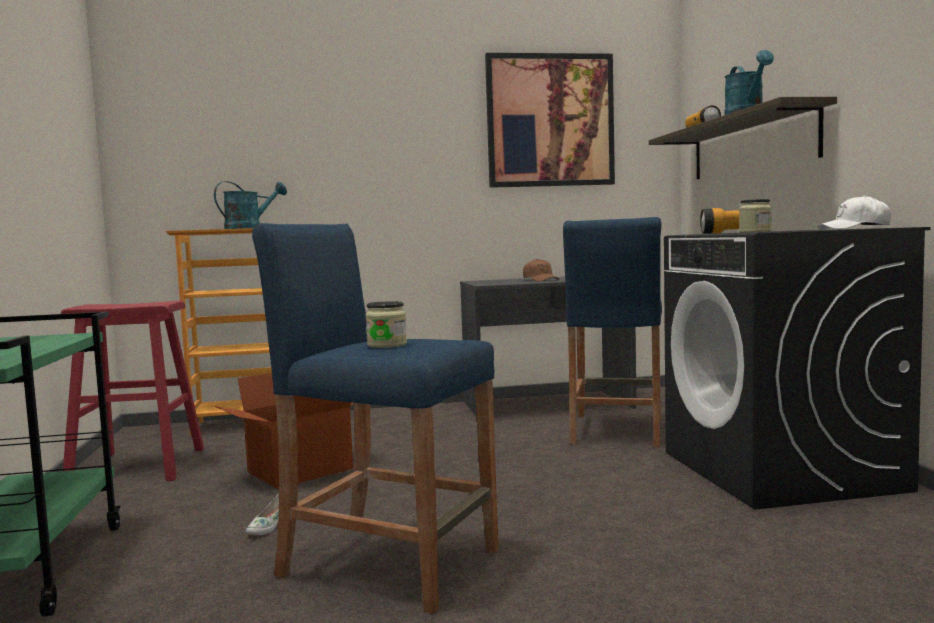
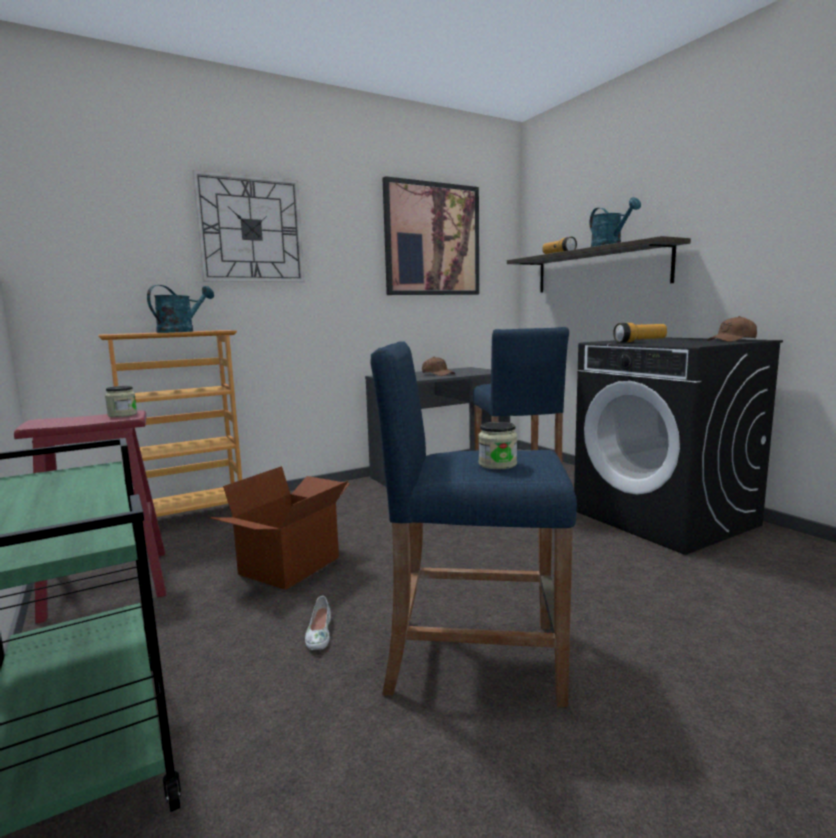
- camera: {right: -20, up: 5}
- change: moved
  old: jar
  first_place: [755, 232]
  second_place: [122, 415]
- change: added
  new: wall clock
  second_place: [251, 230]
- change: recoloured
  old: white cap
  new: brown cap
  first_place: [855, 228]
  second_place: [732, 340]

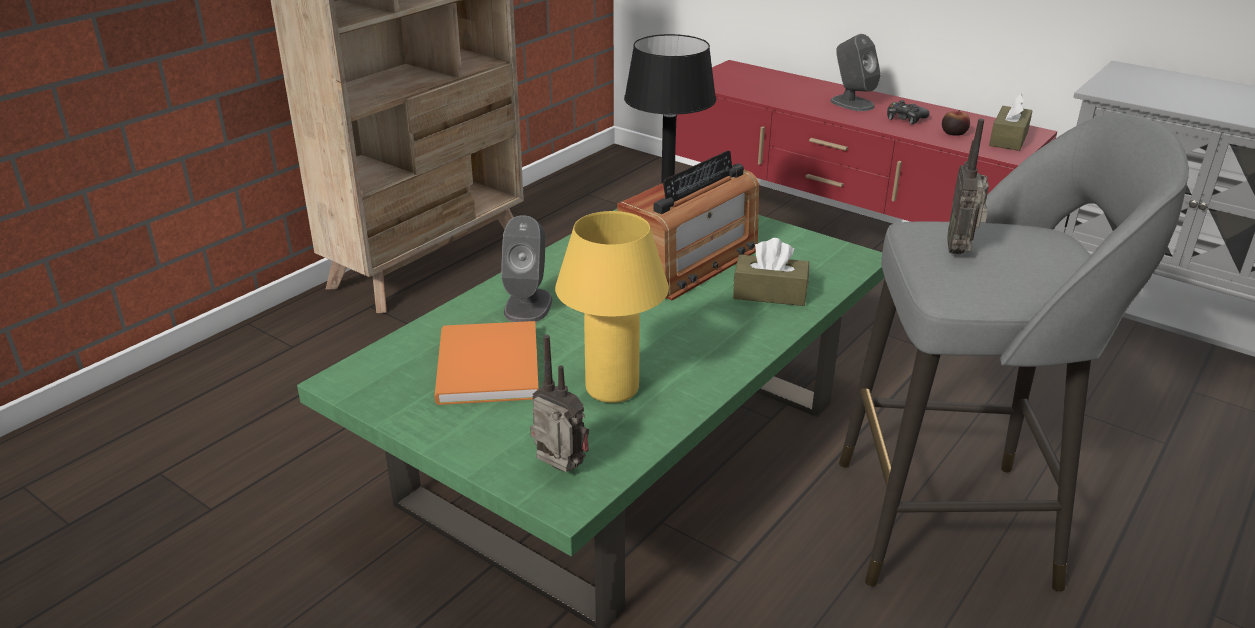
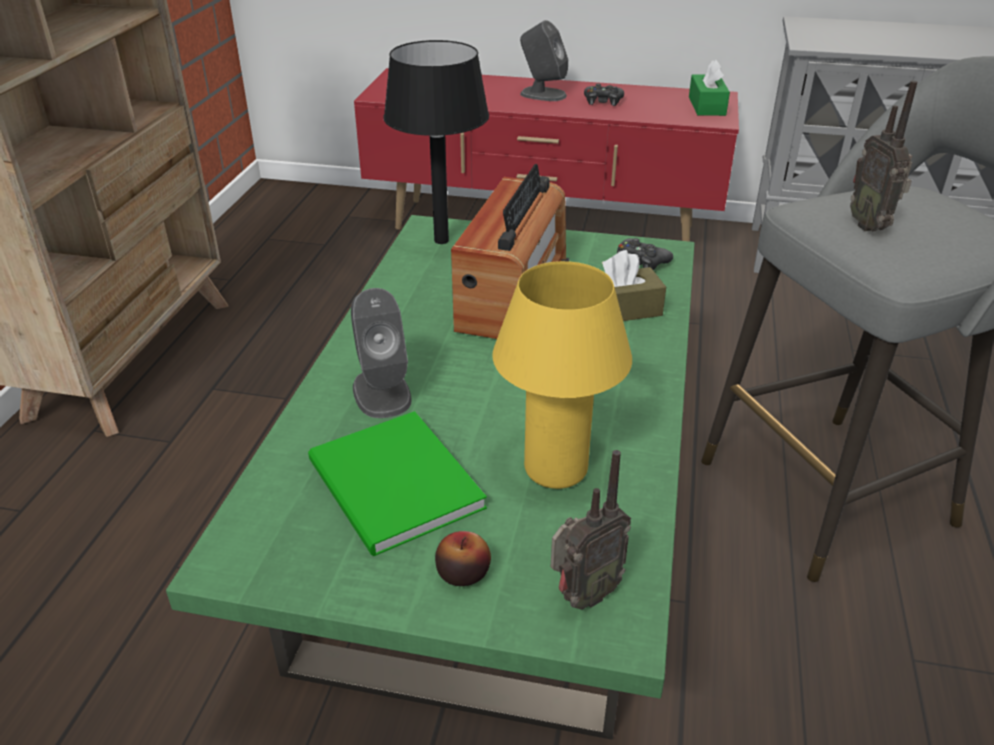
- camera: {right: -25, up: 5}
- change: recoloured
  old: orange book
  new: green book
  first_place: [484, 368]
  second_place: [393, 488]
- change: moved
  old: apple
  first_place: [953, 133]
  second_place: [463, 573]
- change: turned
  old: radio
  first_place: [558, 471]
  second_place: [582, 596]
  degrees: 135
- change: added
  new: black game controller
  second_place: [641, 262]
- change: recoloured
  old: brown tissue box
  new: green tissue box
  first_place: [1008, 139]
  second_place: [707, 106]

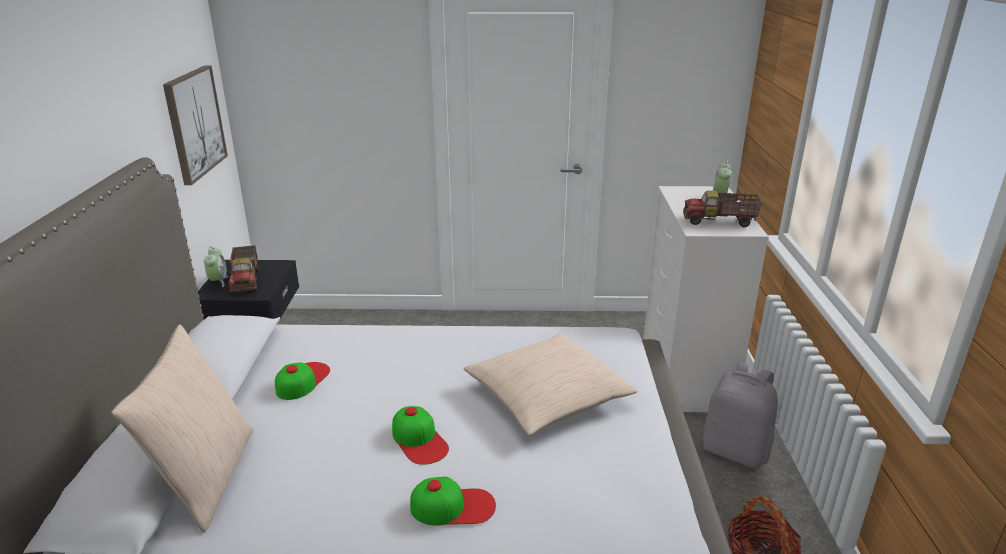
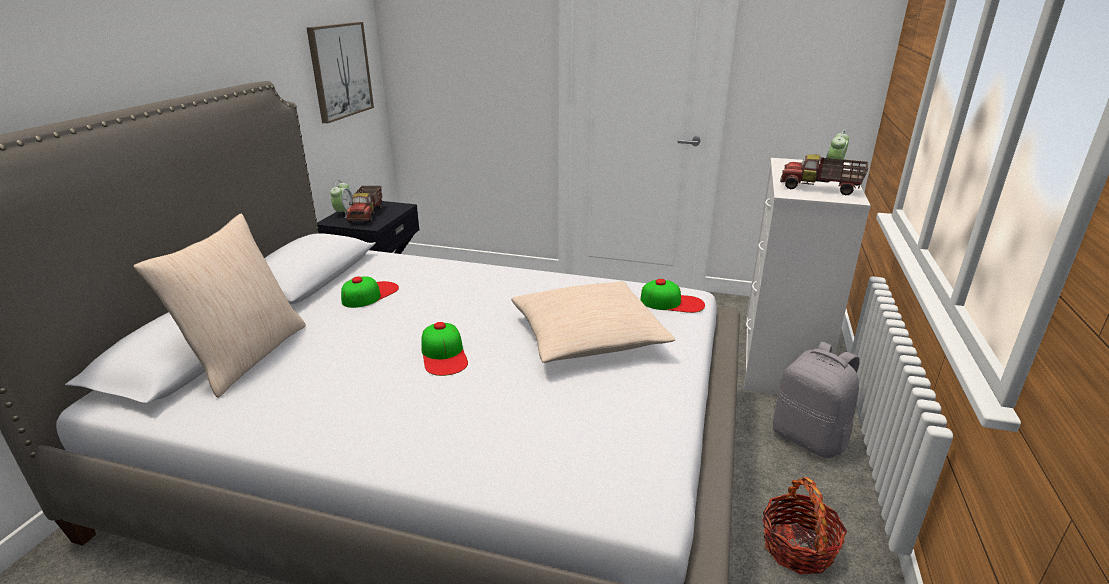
- camera: {right: 15, up: 0}
- change: moved
  old: cap
  first_place: [453, 506]
  second_place: [672, 302]

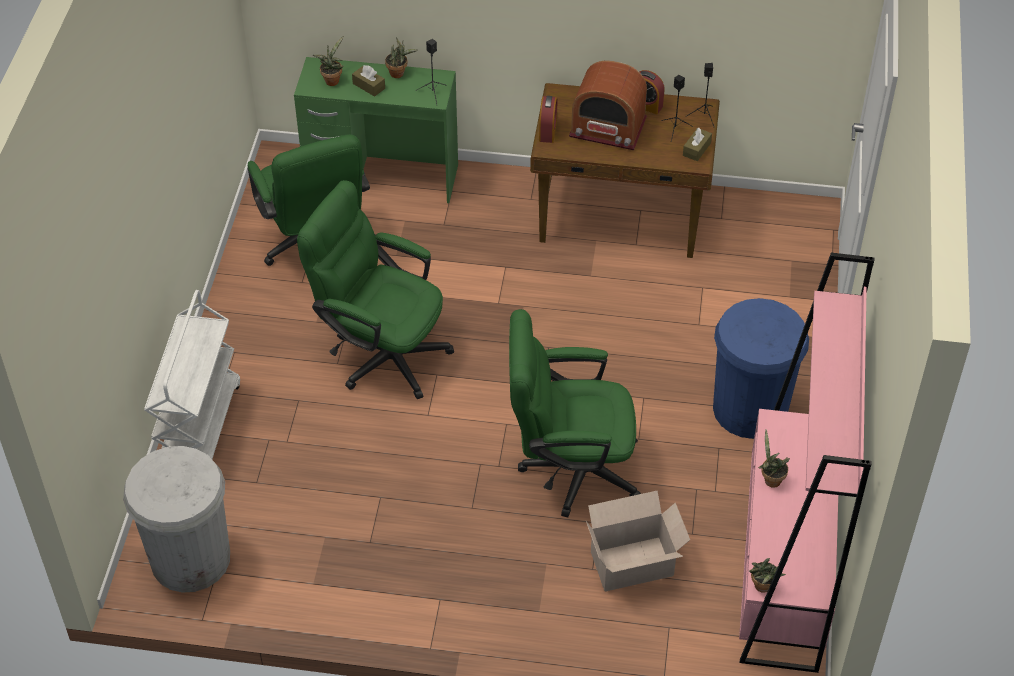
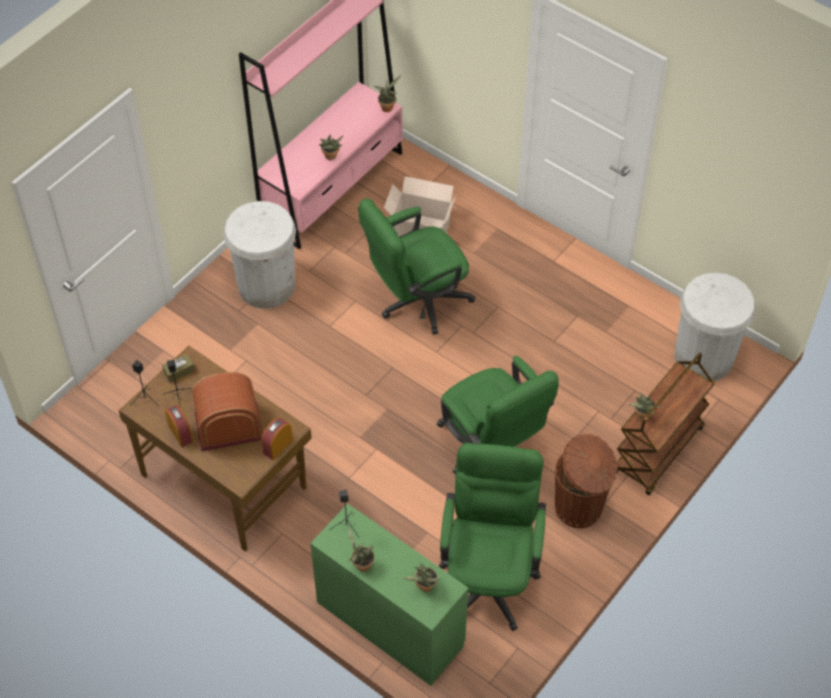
- camera: {right: -150, up: 5}
- change: turned
  old: radio
  first_place: [607, 127]
  second_place: [228, 425]
  degrees: -60
- change: recoloured
  old: blue trash can
  new: white trash can
  first_place: [750, 409]
  second_place: [266, 285]
- change: turned
  old: green office chair
  first_place: [569, 469]
  second_place: [416, 302]
  degrees: 120
- change: added
  new: brown trash can
  second_place: [580, 508]
- change: recoloured
  old: white cart
  new: brown cart
  first_place: [199, 427]
  second_place: [658, 451]
- change: added
  new: potted plant
  second_place: [642, 416]
- change: removed
  old: brown tissue box
  first_place: [369, 86]

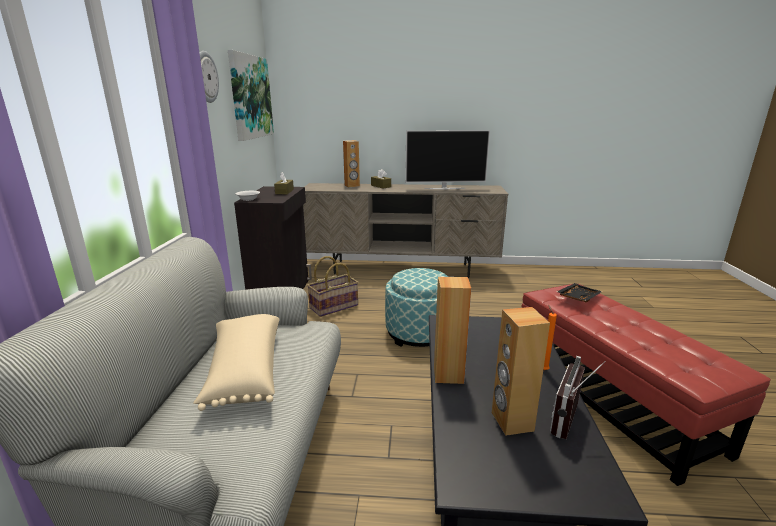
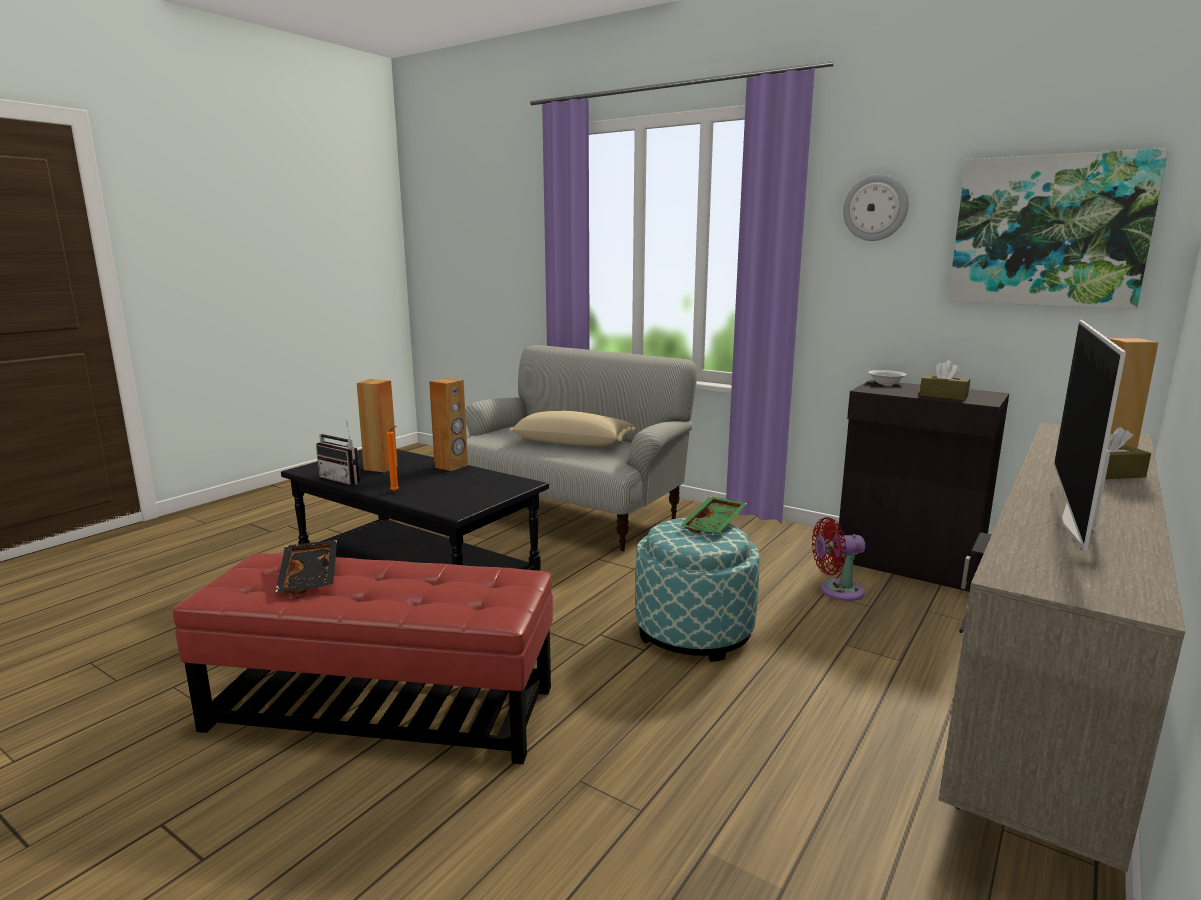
- camera: {right: 120, up: -5}
- change: moved
  old: black tray
  first_place: [577, 298]
  second_place: [311, 576]
- change: turned
  old: radio
  first_place: [572, 422]
  second_place: [345, 479]
  degrees: 150
- change: added
  new: green tray
  second_place: [715, 524]
- change: replaced
  old: basket
  new: red fan
  first_place: [333, 306]
  second_place: [837, 591]

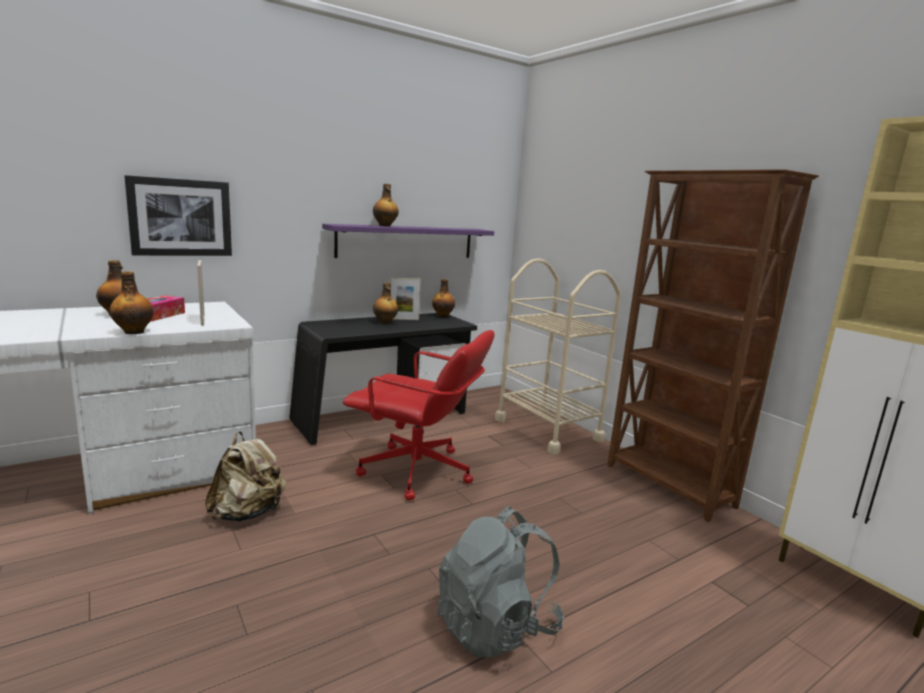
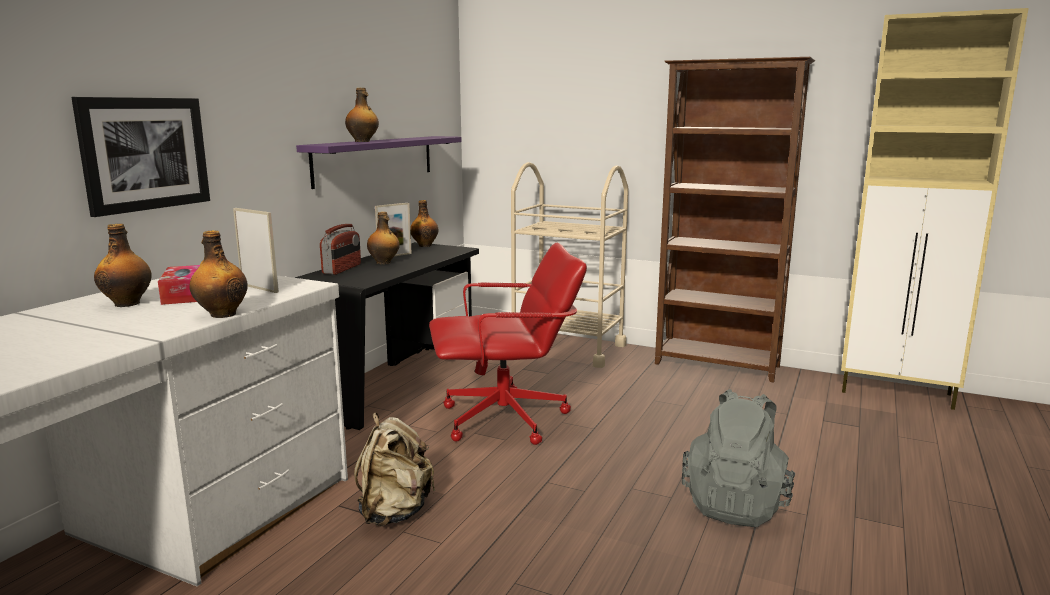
- camera: {right: -30, up: 0}
- change: added
  new: radio
  second_place: [342, 269]

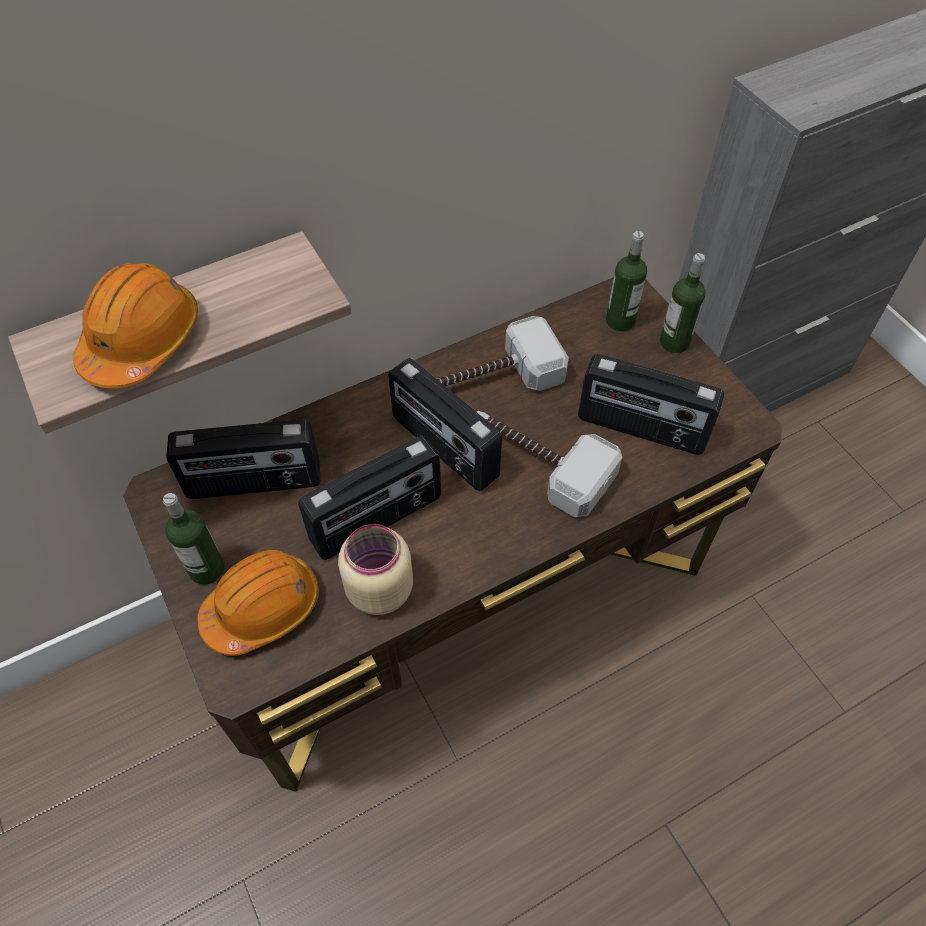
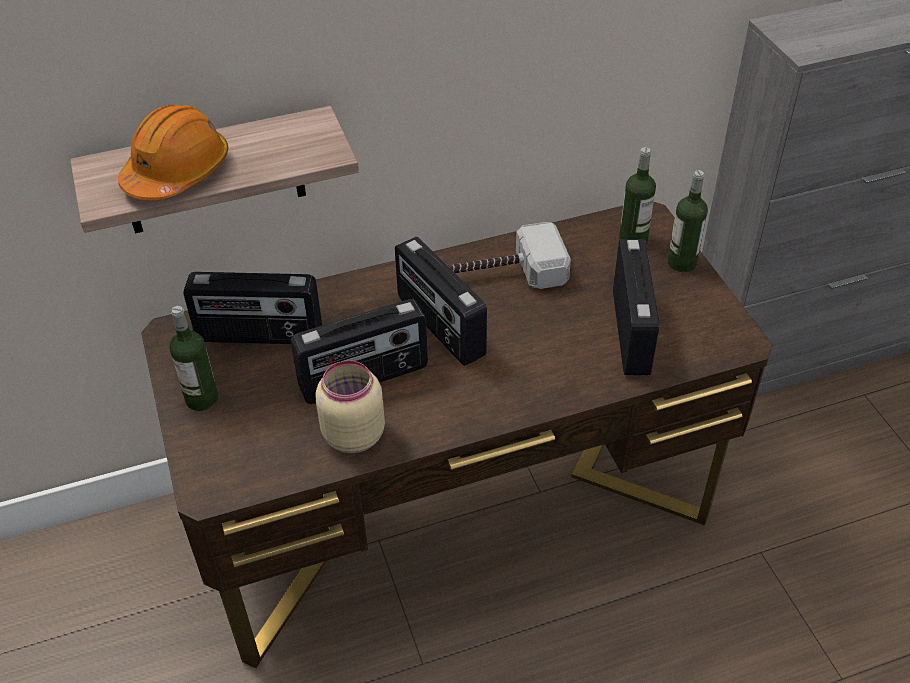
- camera: {right: 10, up: -10}
- change: turned
  old: radio
  first_place: [641, 429]
  second_place: [632, 332]
  degrees: -120
- change: removed
  old: orange hard hat
  first_place: [263, 608]
- change: removed
  old: hammer
  first_place: [538, 460]

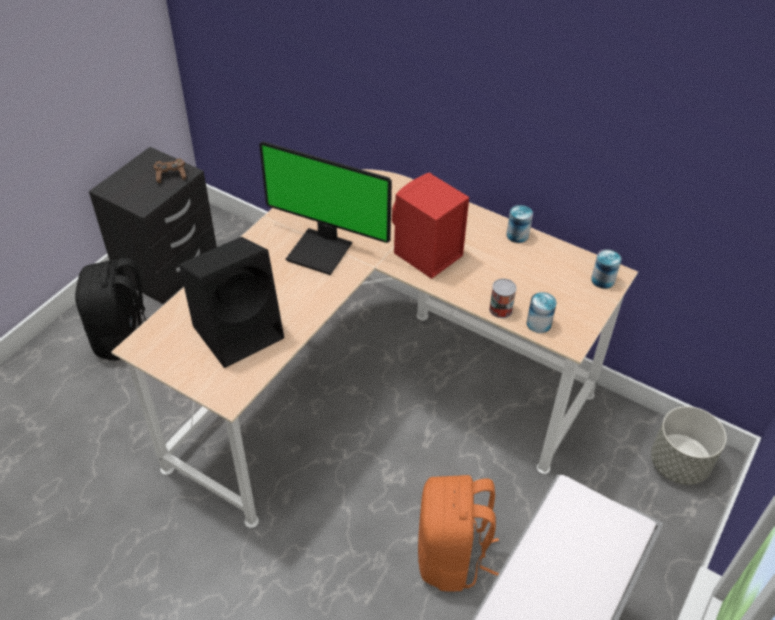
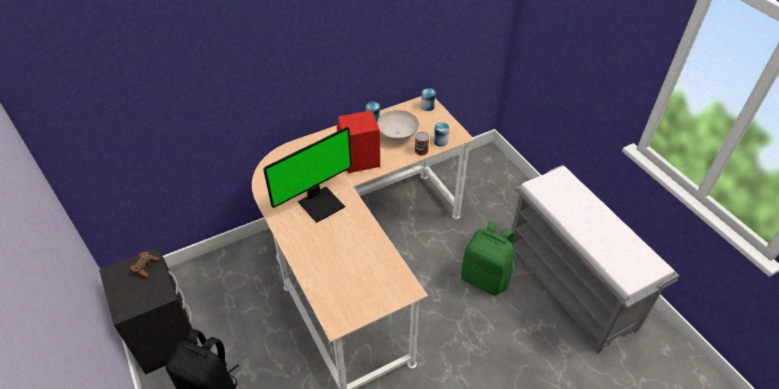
- camera: {right: -60, up: 0}
- change: added
  new: white bowl
  second_place: [397, 135]
- change: recoloured
  old: orange backpack
  new: green backpack
  first_place: [451, 556]
  second_place: [485, 278]
- change: removed
  old: black speaker
  first_place: [240, 330]
- change: removed
  old: grey planter
  first_place: [678, 463]

